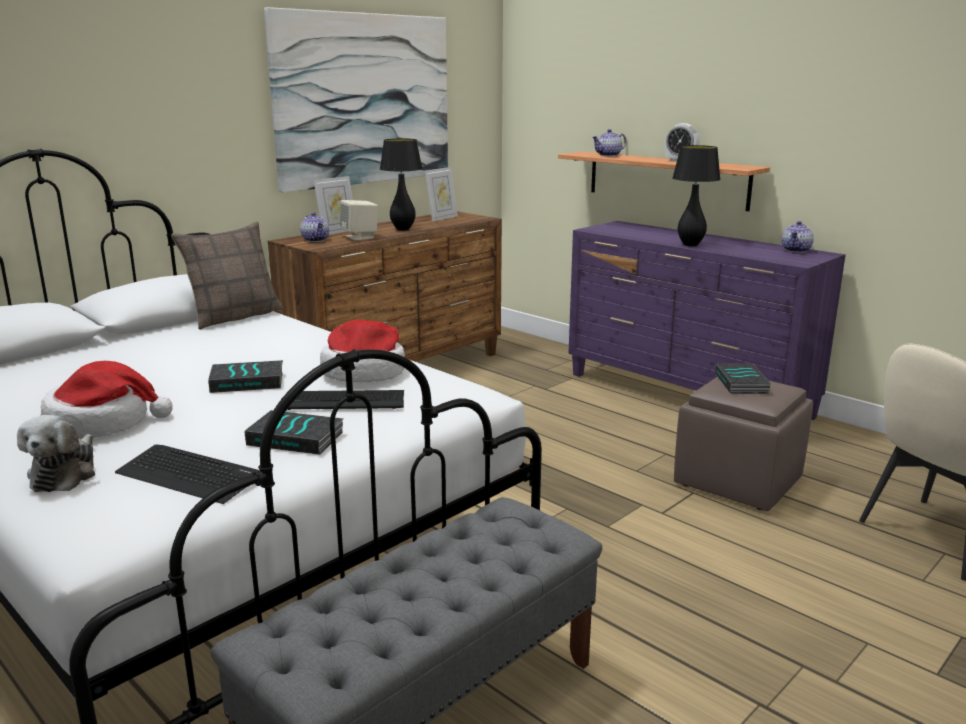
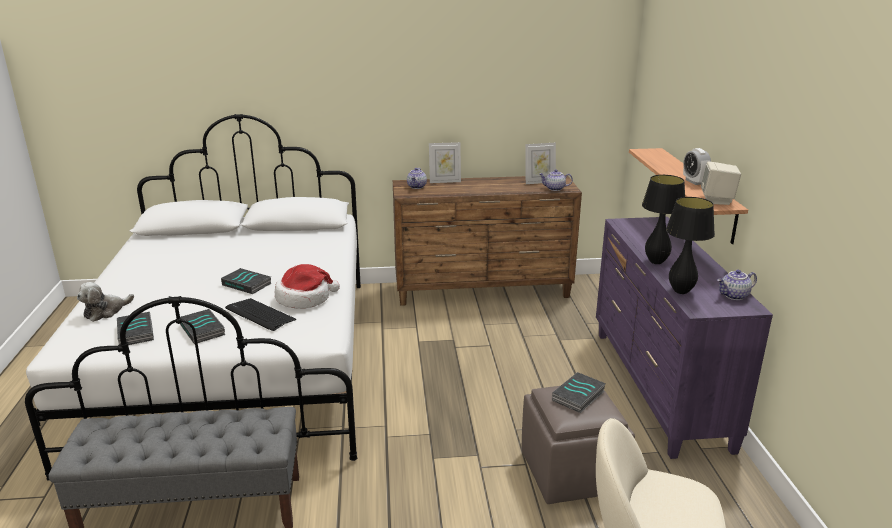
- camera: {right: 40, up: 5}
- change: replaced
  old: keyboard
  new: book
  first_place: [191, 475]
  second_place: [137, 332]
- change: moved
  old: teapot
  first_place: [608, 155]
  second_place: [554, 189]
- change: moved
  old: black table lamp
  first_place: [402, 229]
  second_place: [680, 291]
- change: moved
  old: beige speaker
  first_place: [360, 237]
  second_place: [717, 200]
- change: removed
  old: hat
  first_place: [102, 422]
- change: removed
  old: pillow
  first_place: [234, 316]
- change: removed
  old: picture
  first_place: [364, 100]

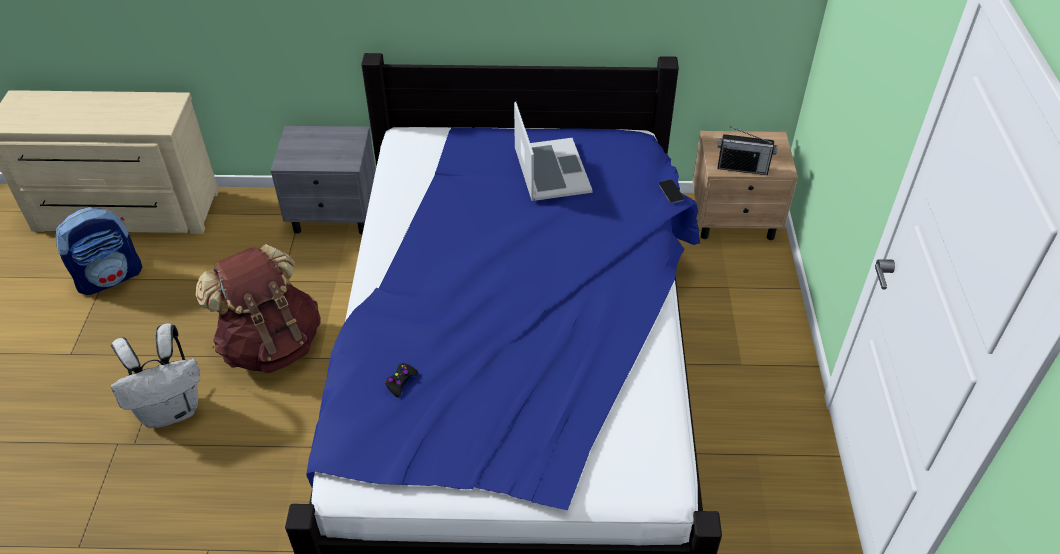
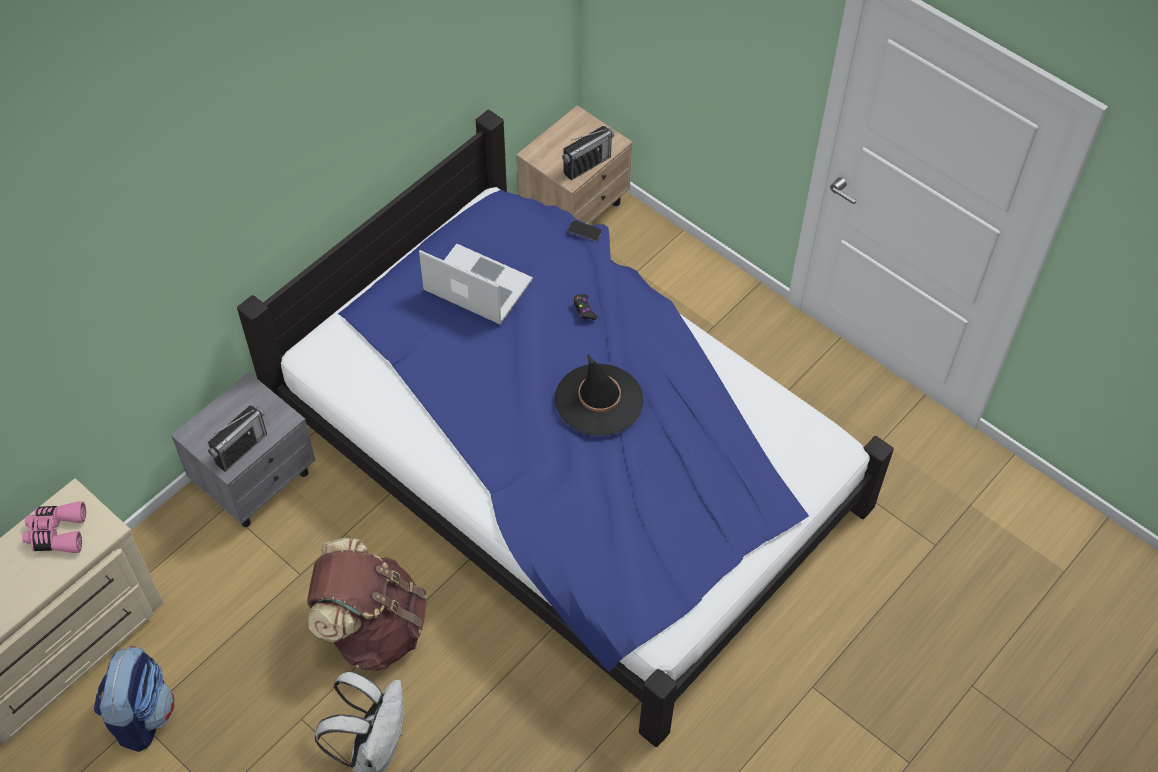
- camera: {right: -50, up: 10}
- change: added
  new: pink binoculars
  second_place: [56, 533]
- change: added
  new: radio
  second_place: [241, 449]
- change: added
  new: black hat
  second_place: [599, 400]
- change: moved
  old: black game controller
  first_place: [400, 382]
  second_place: [584, 310]

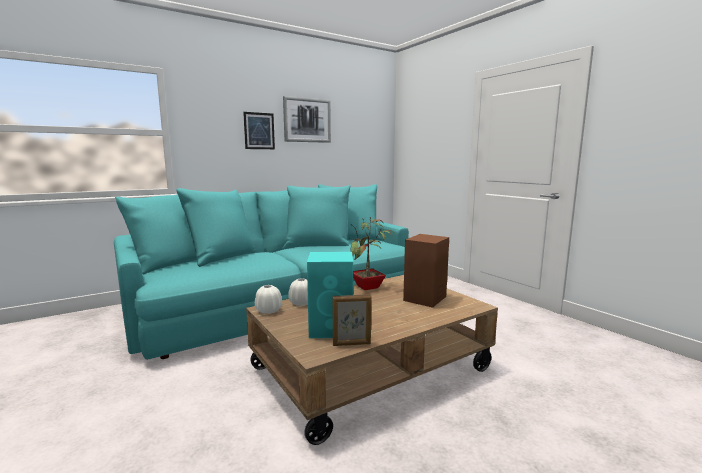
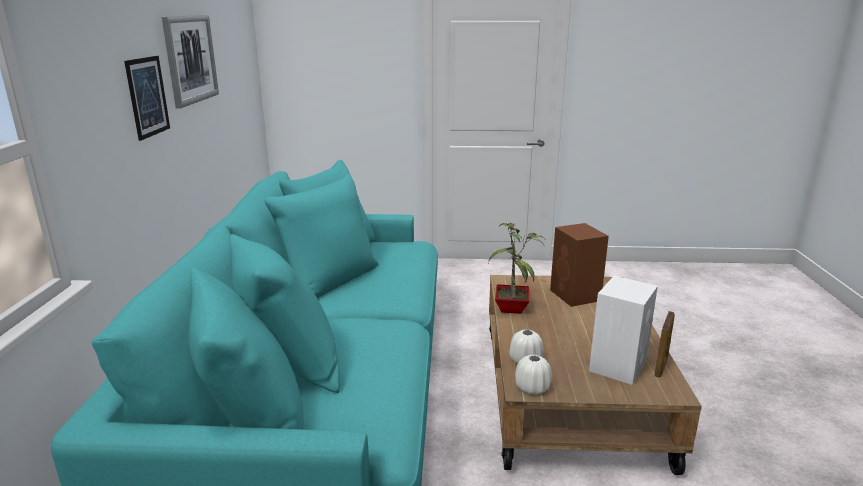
- camera: {right: -55, up: 10}
- change: recoloured
  old: turquoise speaker
  new: white speaker
  first_place: [332, 329]
  second_place: [618, 365]

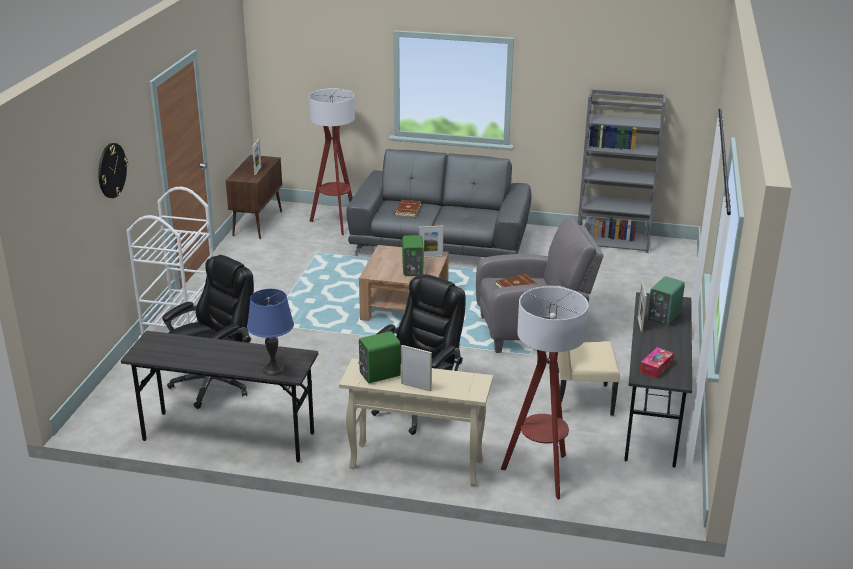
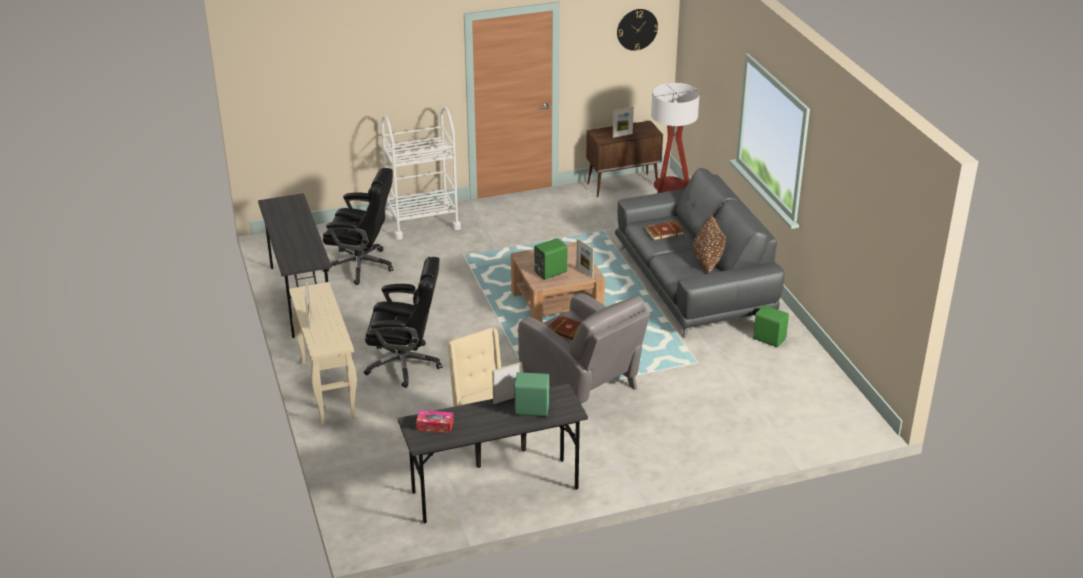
- camera: {right: 60, up: 5}
- change: moved
  old: wall clock
  first_place: [111, 170]
  second_place: [637, 29]
- change: added
  new: brown pillow
  second_place: [707, 262]
- change: moved
  old: green speaker
  first_place: [379, 374]
  second_place: [769, 338]
- change: removed
  old: blue table lamp
  first_place: [273, 369]
- change: removed
  old: floor lamp
  first_place: [541, 474]
- change: removed
  old: grey bookcase
  first_place: [613, 241]

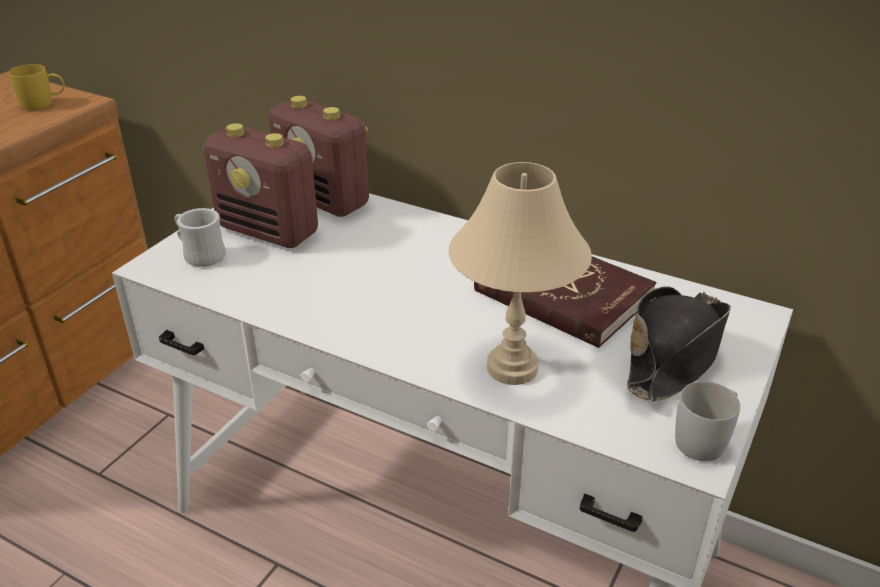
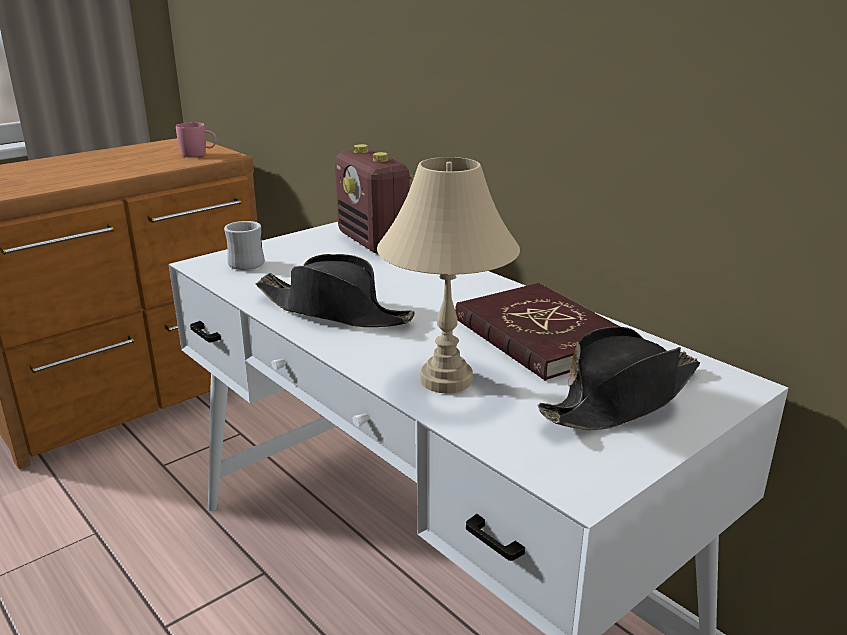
- camera: {right: 20, up: -10}
- change: recoloured
  old: yellow mug
  new: pink mug
  first_place: [44, 103]
  second_place: [199, 154]
- change: added
  new: black hat
  second_place: [334, 311]
- change: removed
  old: radio
  first_place: [269, 231]
- change: removed
  old: white mug
  first_place: [705, 439]

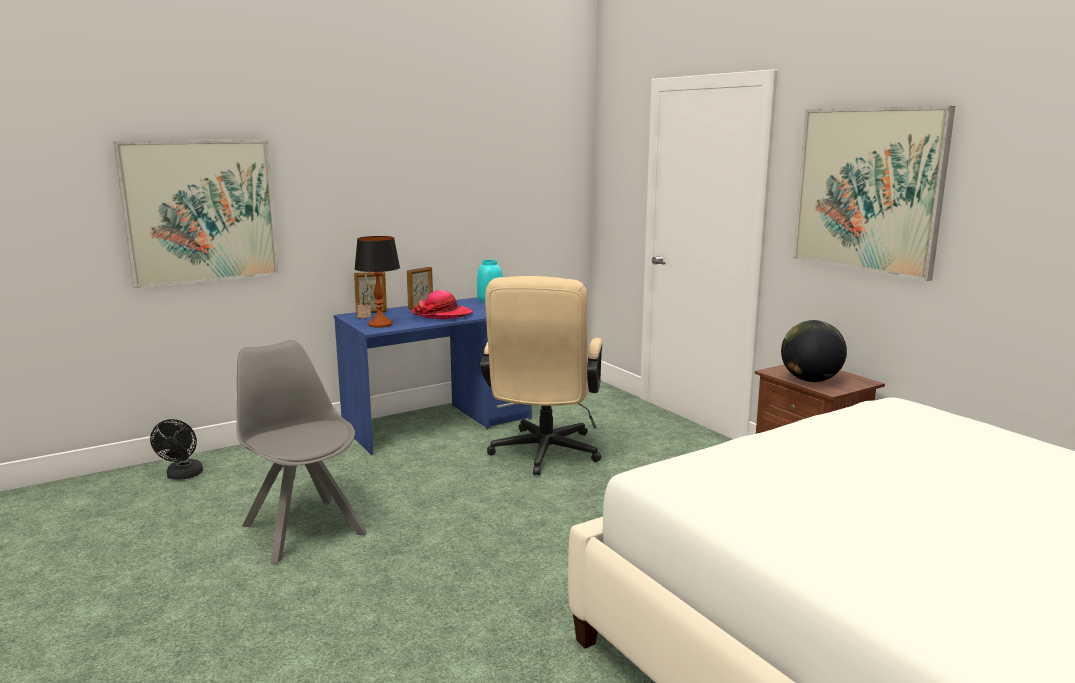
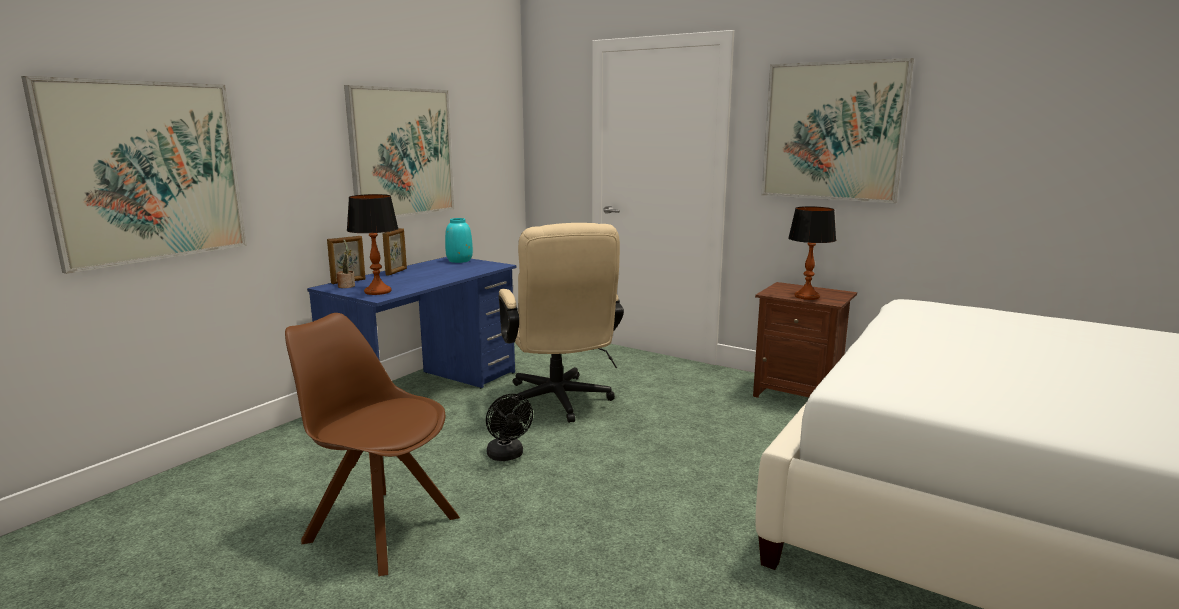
- camera: {right: -25, up: 0}
- change: recoloured
  old: grey chair
  new: brown chair
  first_place: [302, 528]
  second_place: [379, 528]
- change: added
  new: picture
  second_place: [402, 153]
- change: moved
  old: black fan
  first_place: [183, 476]
  second_place: [507, 456]
- change: replaced
  old: globe
  new: table lamp
  first_place: [810, 380]
  second_place: [806, 296]
- change: removed
  old: hat
  first_place: [442, 314]

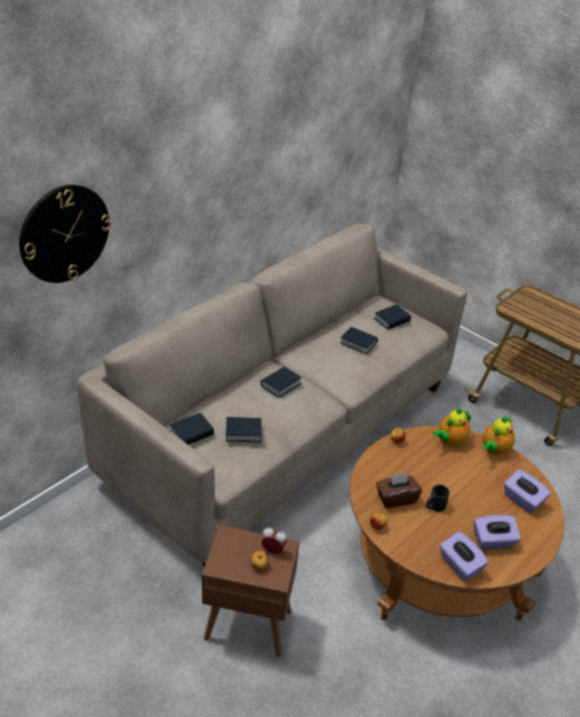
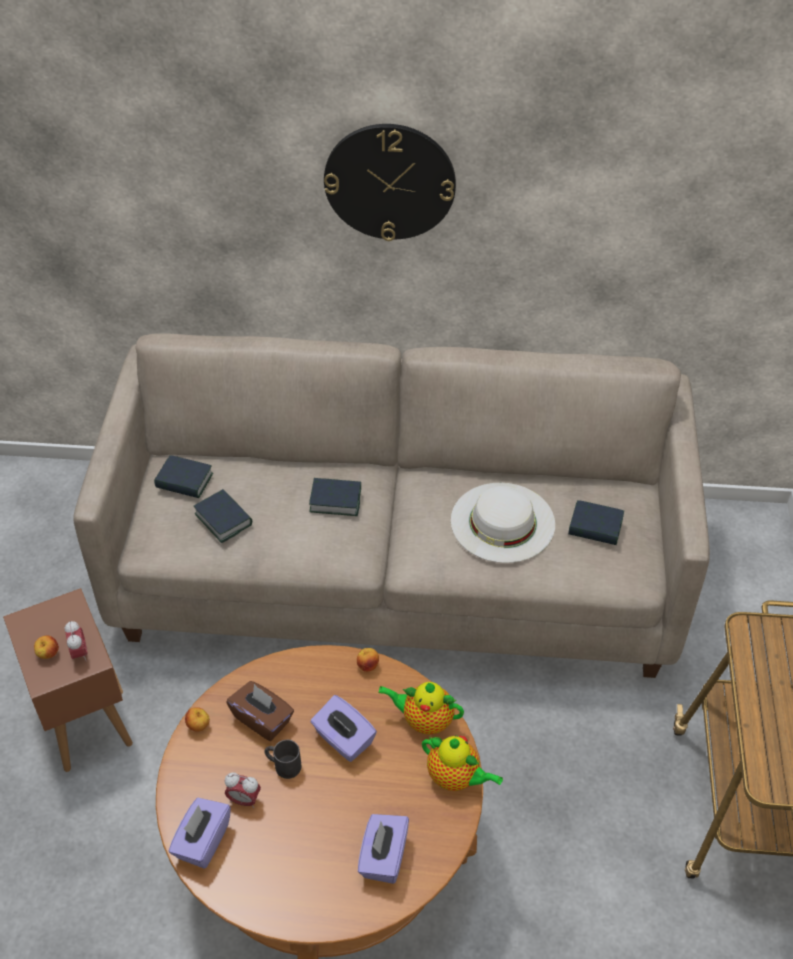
- camera: {right: 55, up: 10}
- change: added
  new: alarm clock
  second_place: [244, 800]
- change: moved
  old: purple tissue box
  first_place: [493, 541]
  second_place: [343, 740]
- change: moved
  old: wall clock
  first_place: [64, 234]
  second_place: [390, 182]
- change: turned
  old: teapot
  first_place: [494, 450]
  second_place: [456, 778]
  degrees: -150
- change: replaced
  old: book
  new: white hat
  first_place: [358, 343]
  second_place: [502, 522]

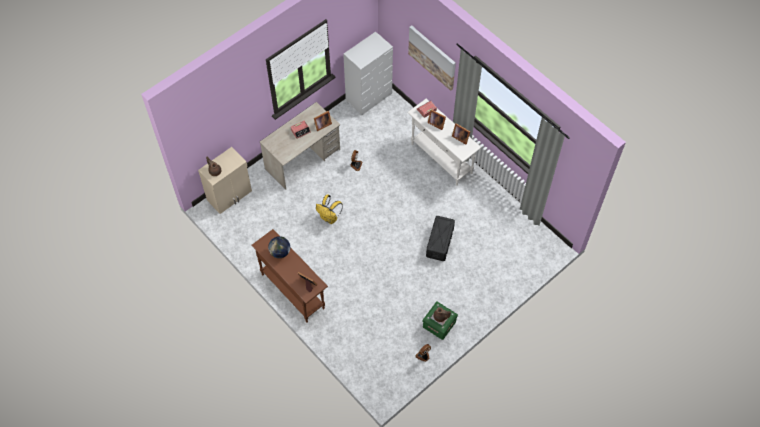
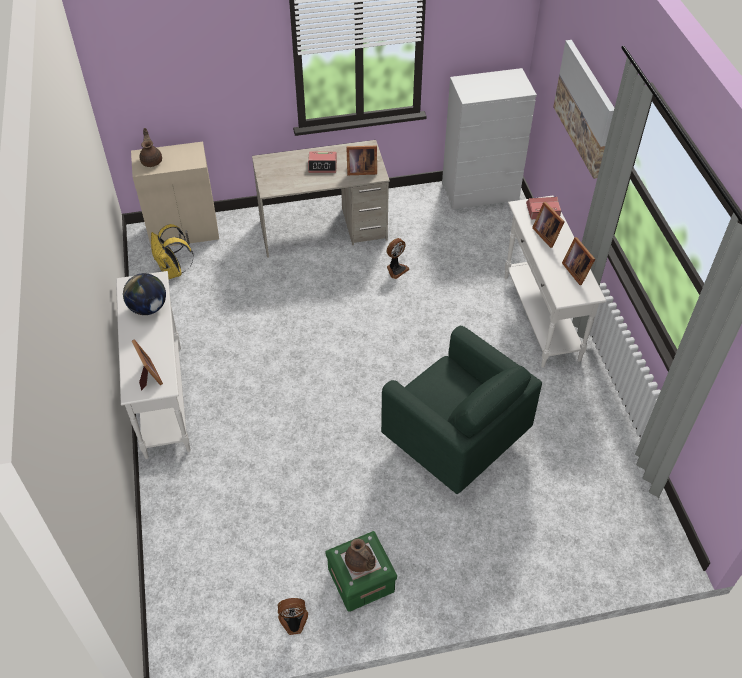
- camera: {right: 30, up: -10}
- change: recoloured
  old: brown console table
  new: white console table
  first_place: [293, 291]
  second_place: [164, 400]
- change: moved
  old: yellow backpack
  first_place: [329, 218]
  second_place: [173, 271]
- change: replaced
  old: black storage box
  new: green armchair
  first_place: [439, 242]
  second_place: [454, 441]

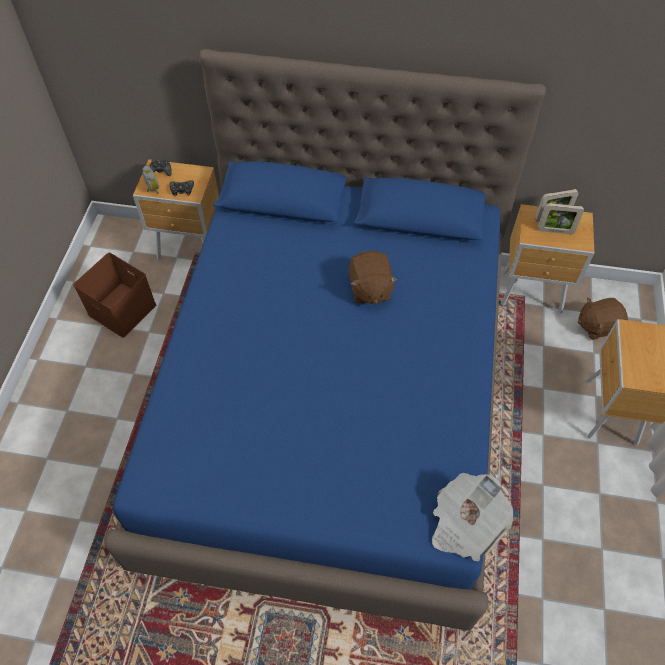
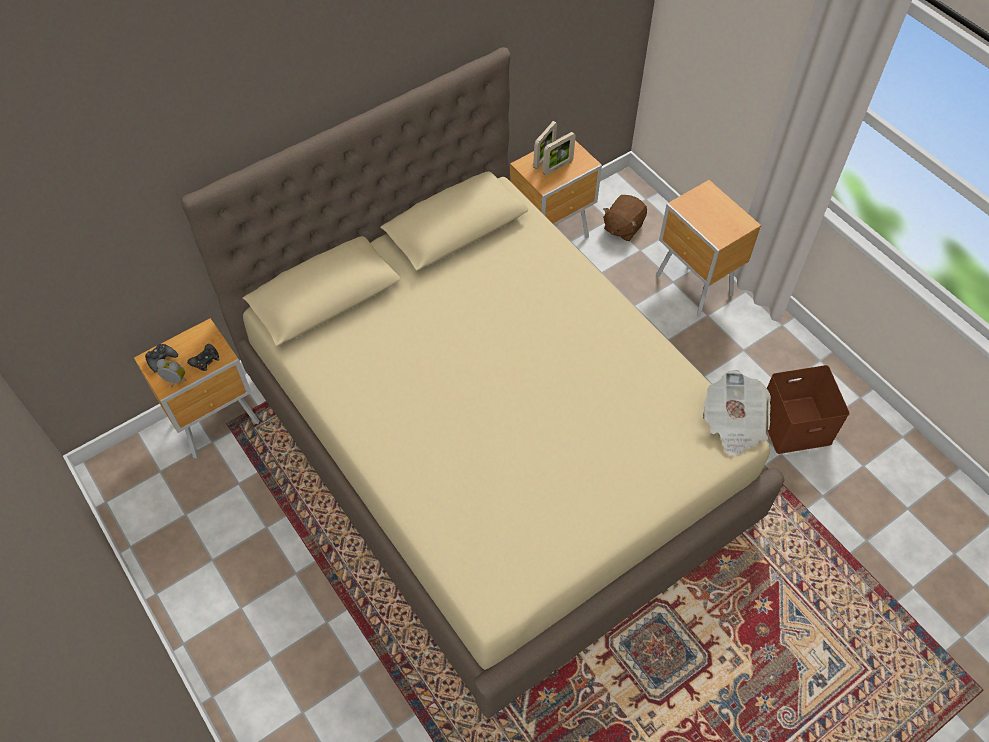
- camera: {right: -45, up: 0}
- change: recoloured
  old: blue bed
  new: beige bed
  first_place: [333, 401]
  second_place: [494, 446]
- change: moved
  old: brown storage box
  first_place: [120, 310]
  second_place: [794, 426]
- change: removed
  old: brown plush toy
  first_place: [369, 289]

